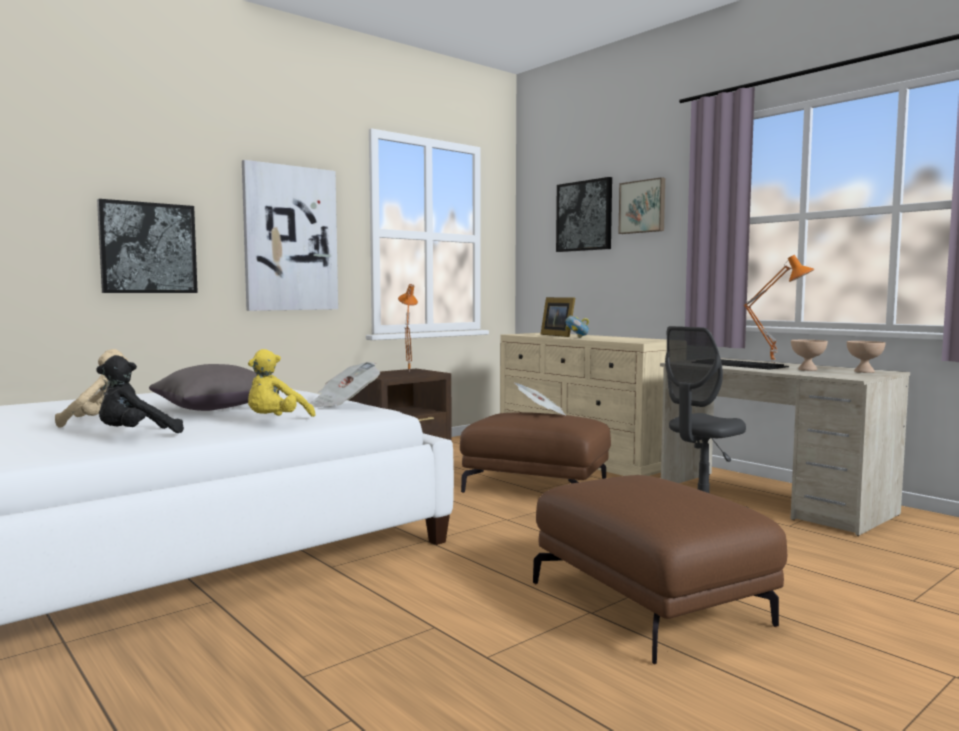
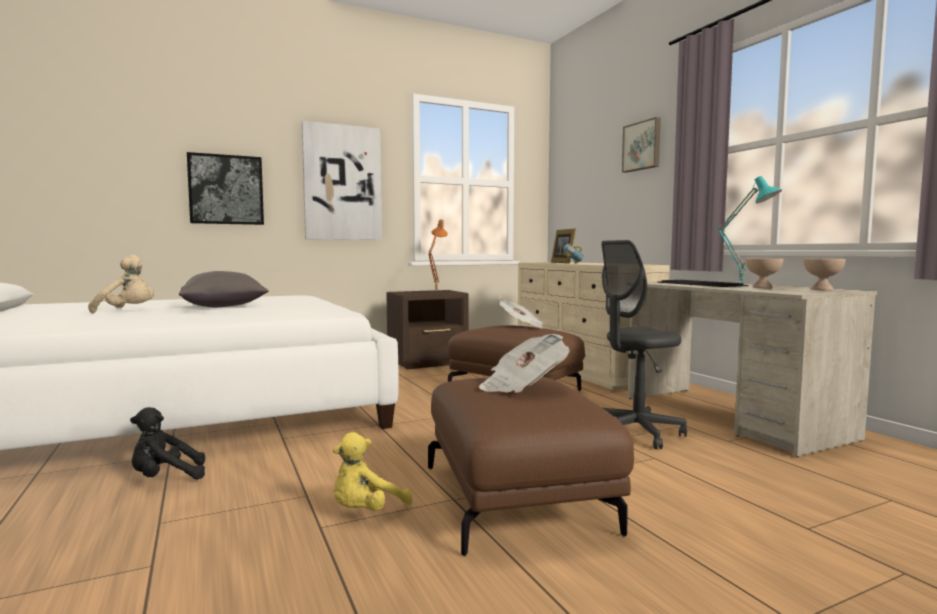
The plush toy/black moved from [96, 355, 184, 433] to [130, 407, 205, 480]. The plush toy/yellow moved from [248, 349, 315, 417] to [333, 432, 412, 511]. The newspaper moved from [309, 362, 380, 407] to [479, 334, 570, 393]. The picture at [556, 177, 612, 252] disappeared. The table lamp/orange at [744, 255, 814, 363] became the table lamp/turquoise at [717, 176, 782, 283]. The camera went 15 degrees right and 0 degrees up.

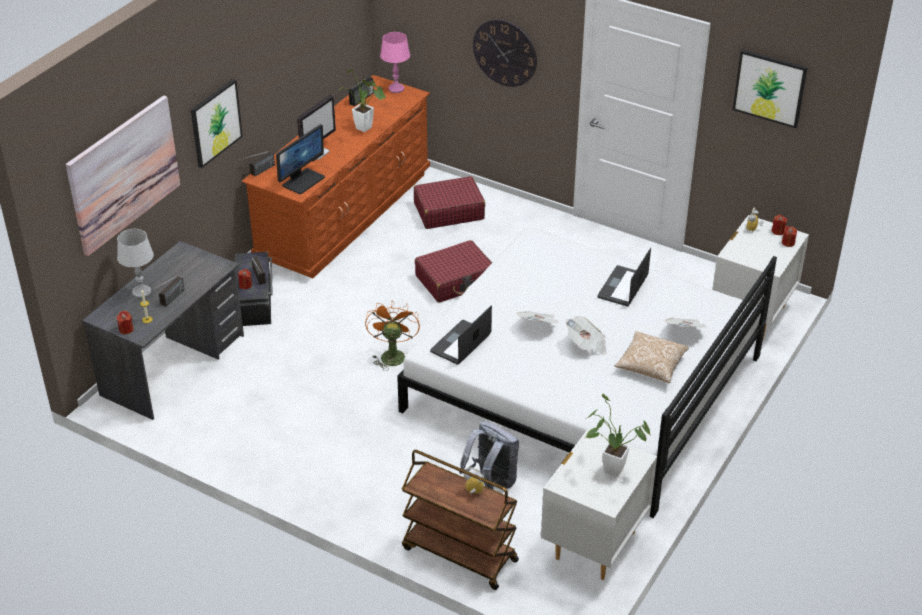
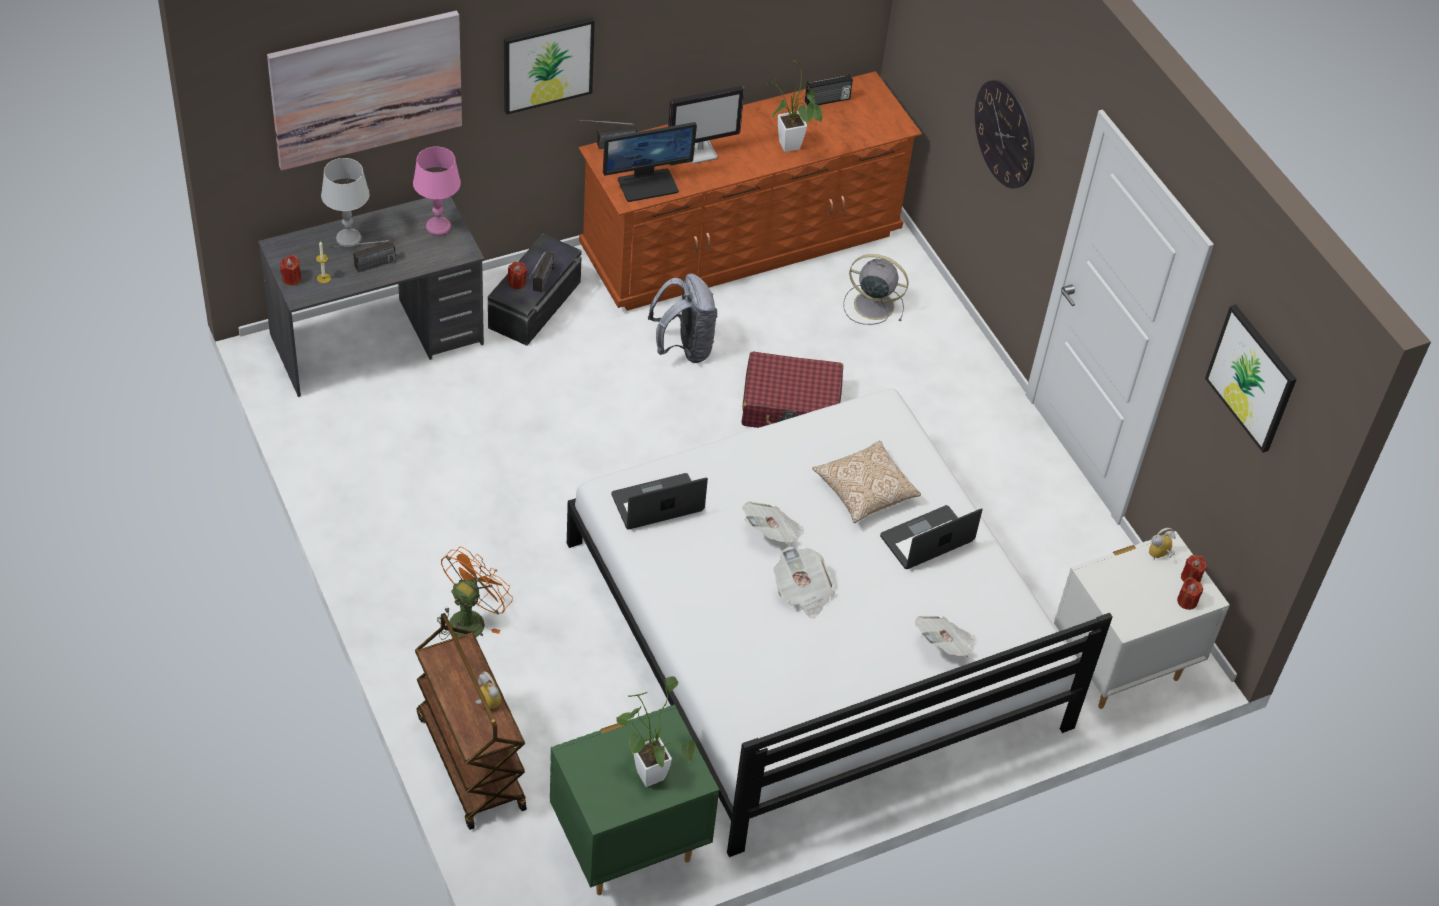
The fan/orange moved from [365, 300, 420, 371] to [437, 547, 513, 640]. The table lamp/pink moved from [380, 32, 410, 93] to [413, 146, 461, 236]. The suitcase/red at [414, 176, 485, 229] was replaced by the fan/grey at [843, 254, 909, 325]. The backpack/grey moved from [459, 421, 519, 490] to [648, 273, 717, 363]. The nightstand/white at [541, 429, 657, 580] became the nightstand/green at [550, 704, 719, 895]. The pillow moved from [615, 331, 689, 383] to [812, 441, 921, 523]. The camera went 30 degrees right and 10 degrees up.

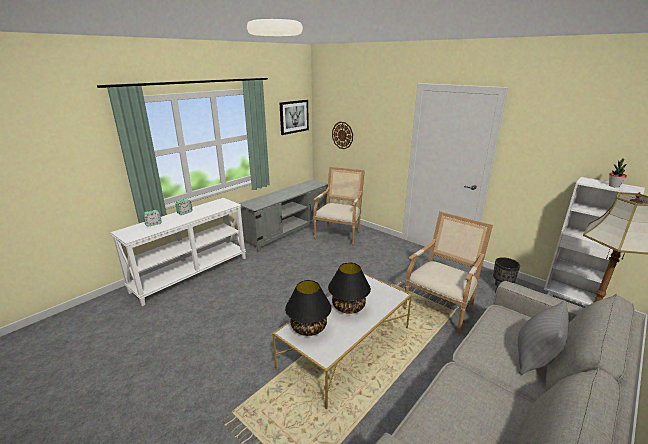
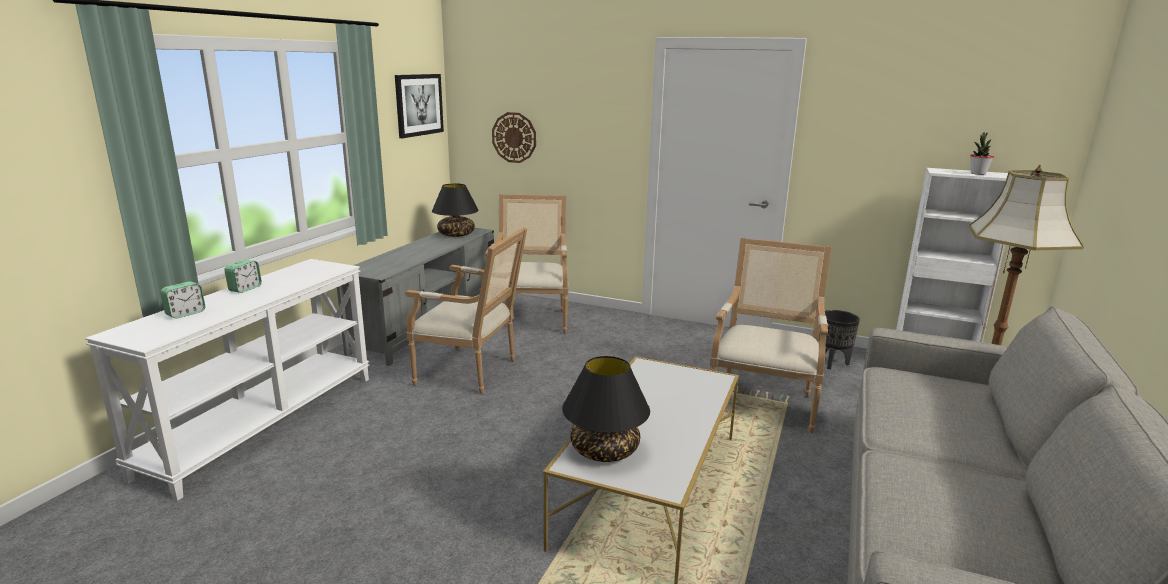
The table lamp/black moved from [328, 263, 371, 314] to [432, 183, 479, 237]. The pillow/grey at [518, 300, 569, 375] disappeared. The armchair at [405, 227, 527, 394] appeared. The camera went 20 degrees left and 5 degrees down.

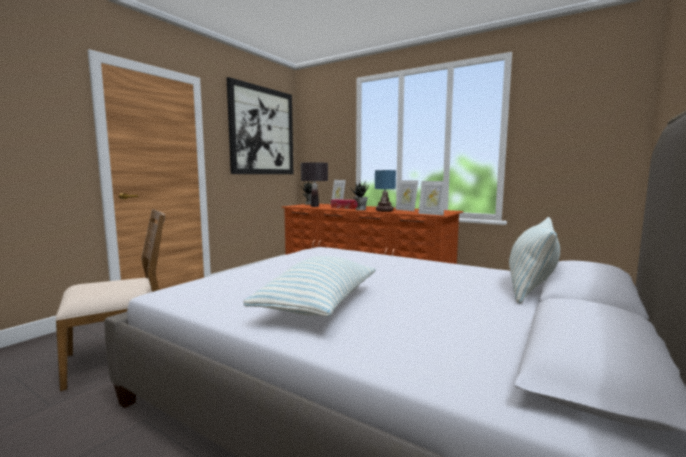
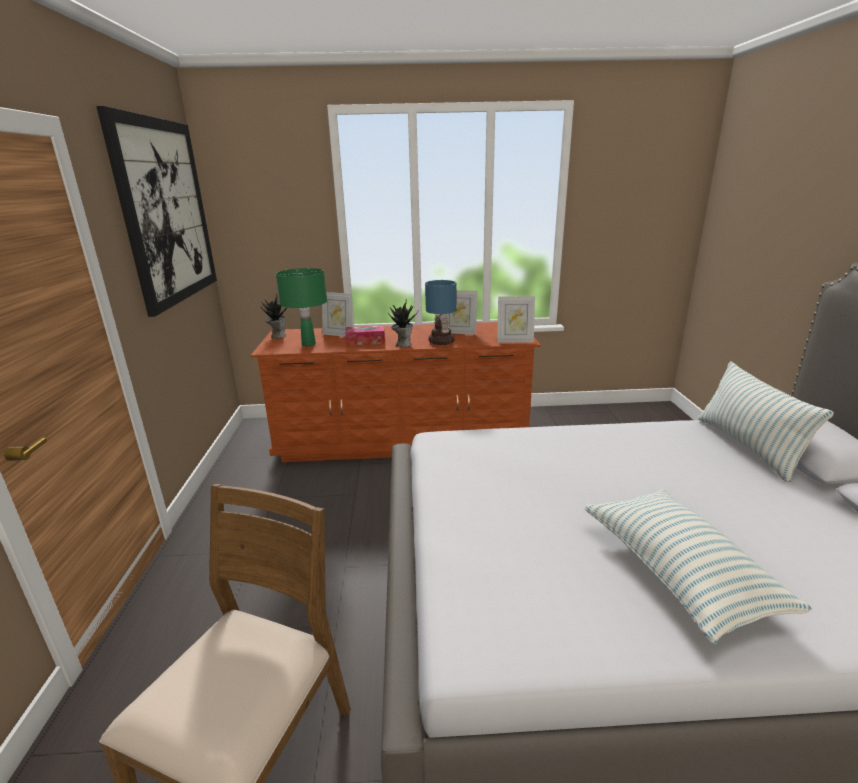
The table lamp/black at [301, 162, 328, 207] became the table lamp/green at [276, 268, 327, 346]. The camera went 35 degrees left and 15 degrees up.

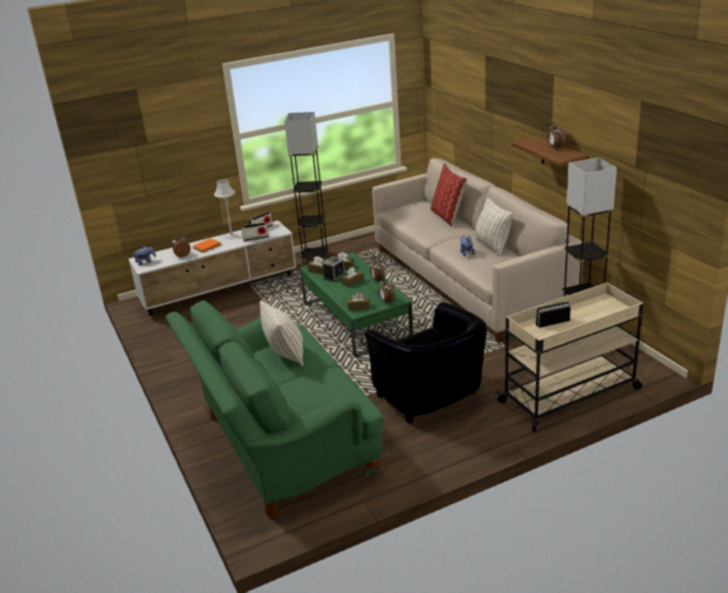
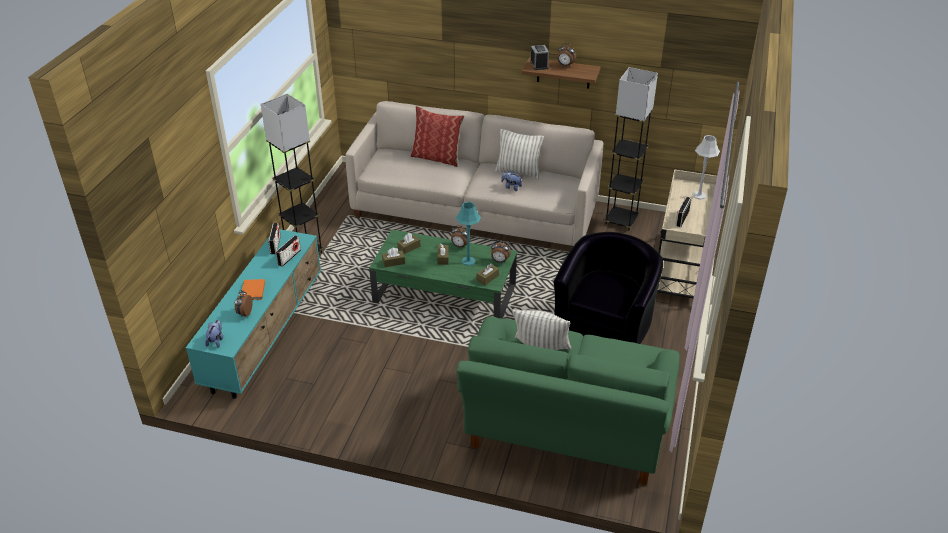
The tv stand/white at [128, 221, 297, 316] became the tv stand/turquoise at [186, 229, 321, 399]. The table lamp/grey moved from [214, 180, 238, 239] to [692, 135, 720, 200]. The alarm clock moved from [322, 257, 345, 282] to [530, 45, 549, 70]. The armchair/black at [365, 302, 487, 423] turned 75 degrees counterclockwise. The table lamp/turquoise at [456, 202, 481, 266] appeared. The camera went 50 degrees left and 10 degrees up.

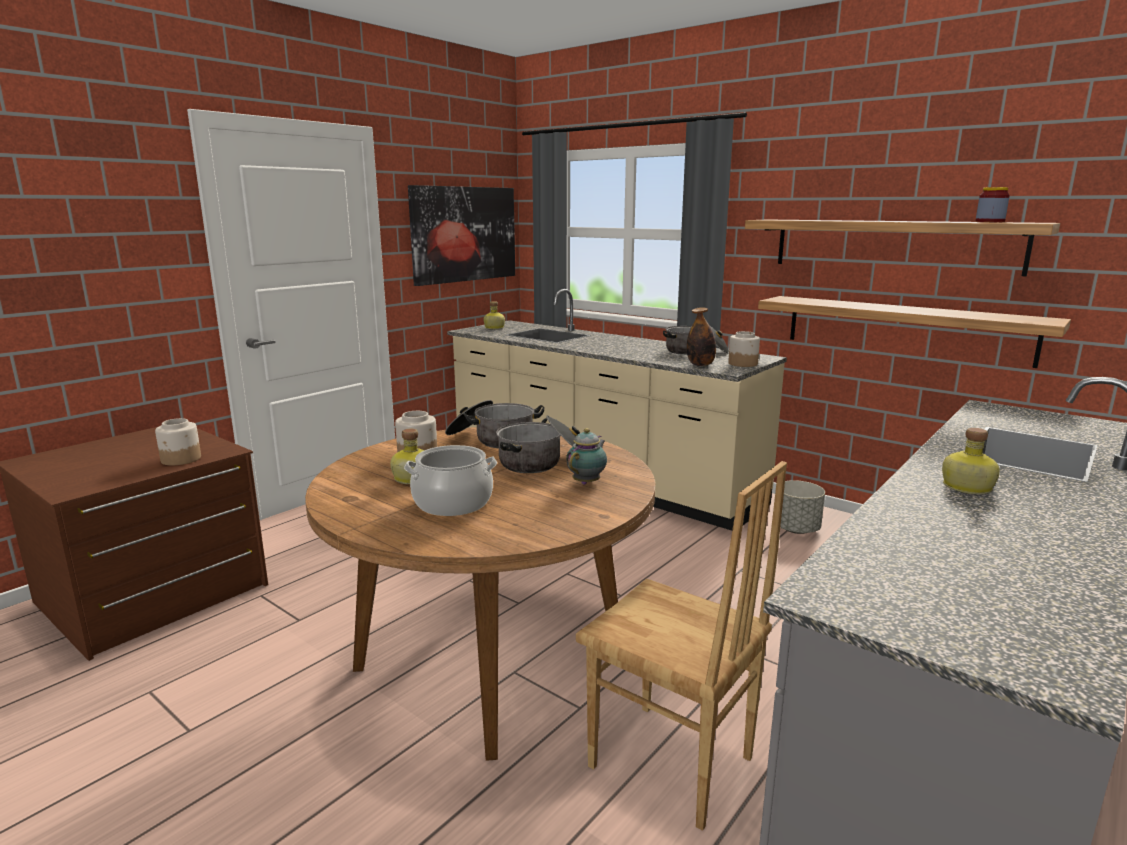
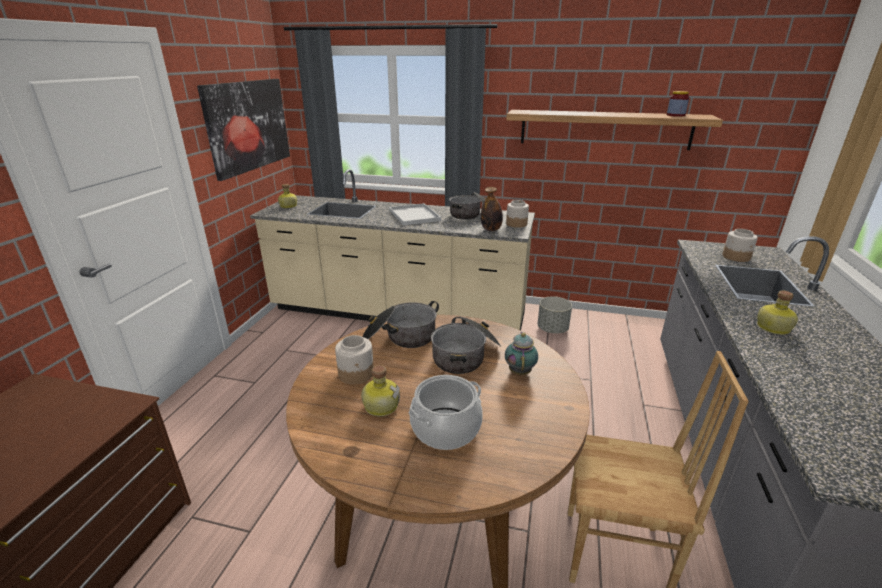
The jar moved from [155, 418, 201, 466] to [722, 229, 758, 262]. The shelf at [758, 296, 1071, 368] disappeared. The tray/white at [389, 203, 441, 225] appeared. The camera went 25 degrees left and 10 degrees up.

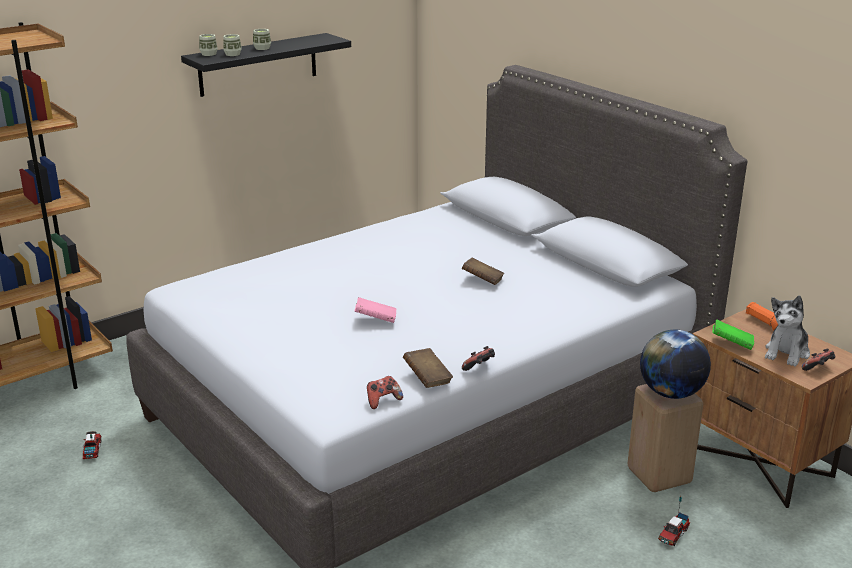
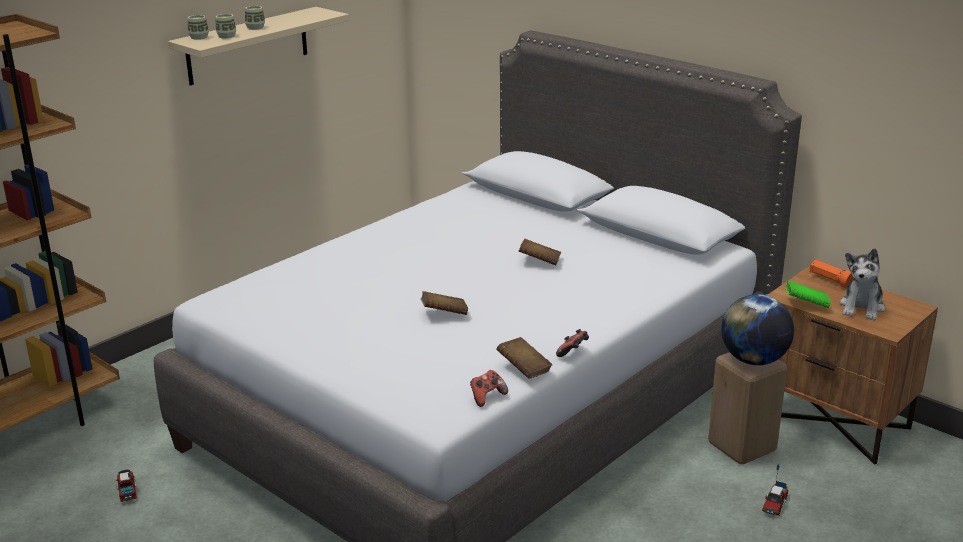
The shelf/black at [181, 33, 351, 97] became the shelf/beige at [168, 7, 349, 86]. The book/pink at [355, 297, 396, 323] became the book/brown at [421, 291, 468, 315]. The game controller at [802, 349, 836, 371] disappeared. The camera went 10 degrees left and 0 degrees up.

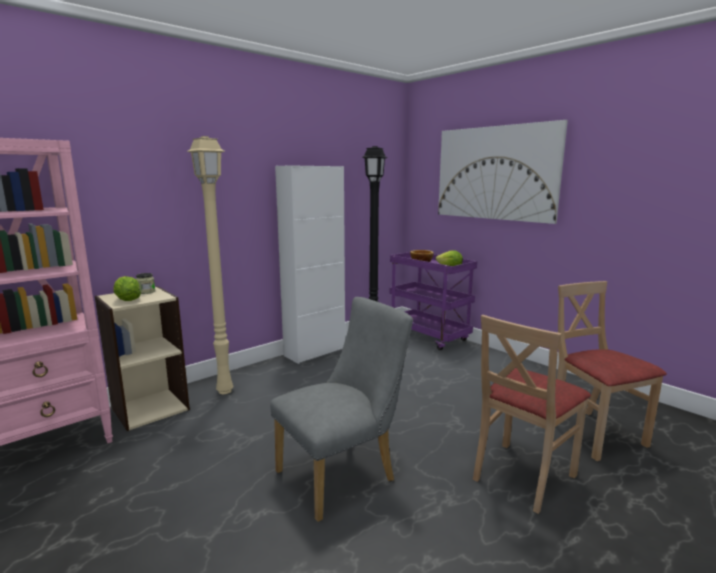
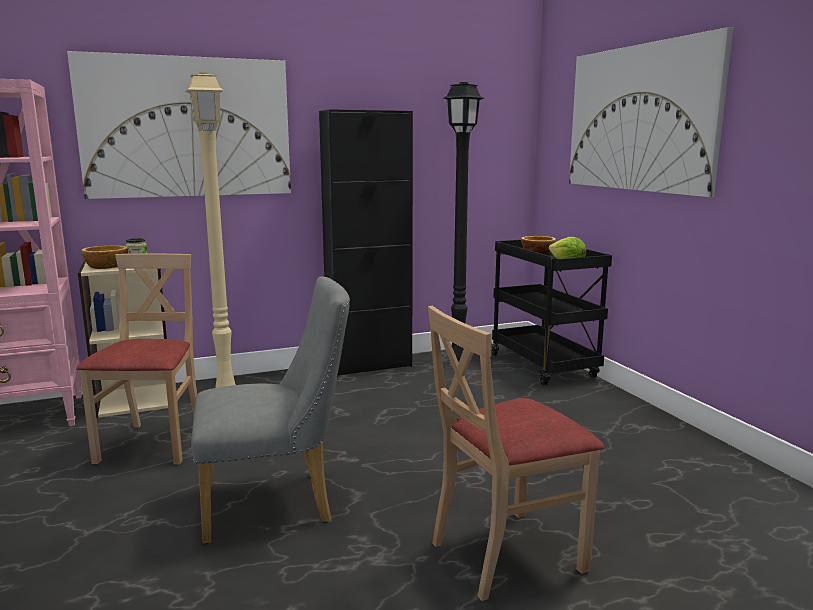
The lettuce at [113, 276, 141, 301] was replaced by the bowl at [81, 245, 128, 269]. The cabinet/white at [275, 165, 345, 364] became the cabinet/black at [319, 109, 413, 377]. The cart/purple at [390, 252, 477, 350] became the cart/black at [492, 240, 612, 385]. The chair/beige moved from [557, 281, 667, 461] to [76, 254, 197, 465]. The picture at [67, 51, 291, 199] appeared. The camera went 20 degrees right and 0 degrees up.

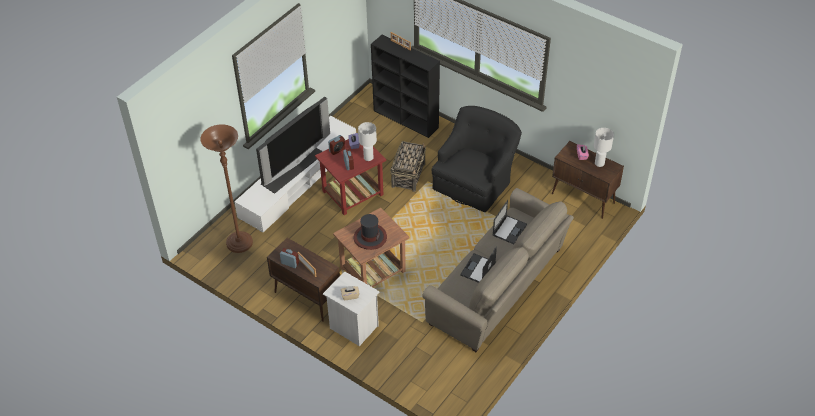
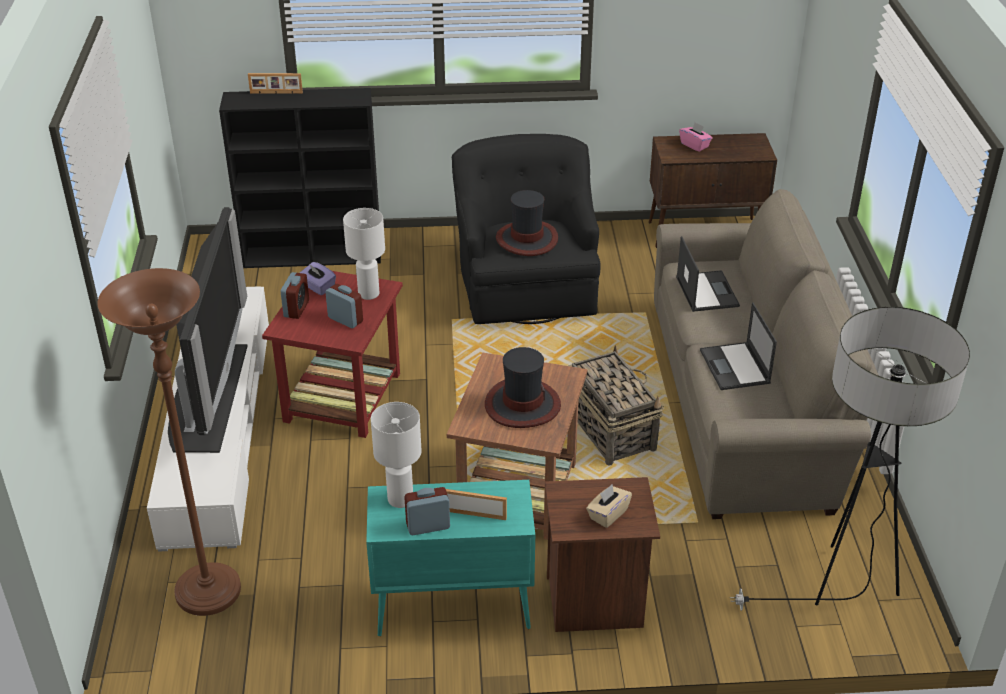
The cabinet/brown at [267, 238, 340, 322] became the cabinet/turquoise at [366, 480, 535, 636]. The nightstand/white at [323, 271, 380, 346] became the nightstand/brown at [545, 477, 660, 632]. The basket moved from [390, 141, 426, 192] to [568, 345, 664, 465]. The table lamp/white moved from [594, 128, 614, 167] to [371, 402, 421, 508]. The hat at [496, 190, 558, 256] appeared. The floor lamp at [730, 307, 970, 611] appeared. The camera went 40 degrees left and 10 degrees down.

